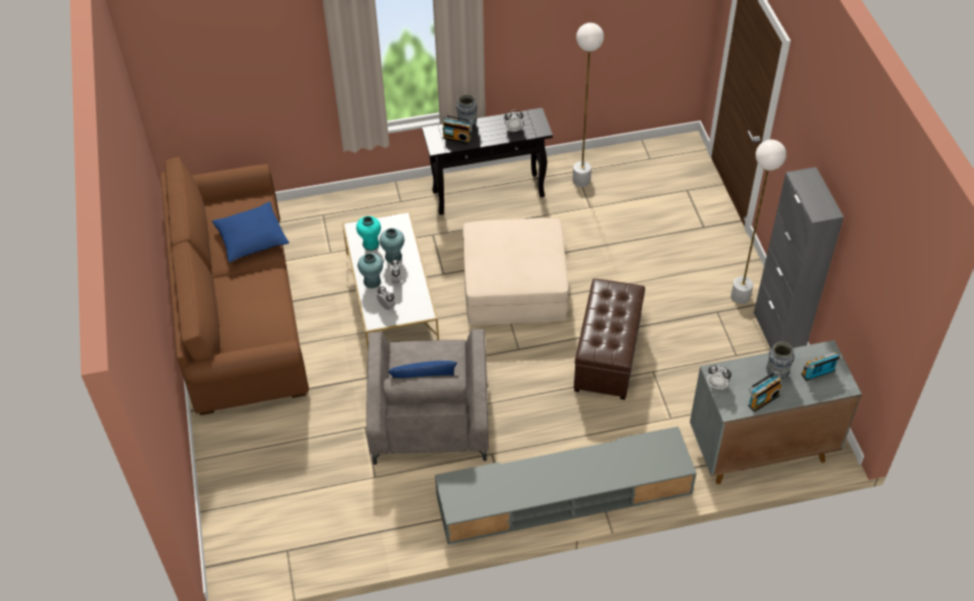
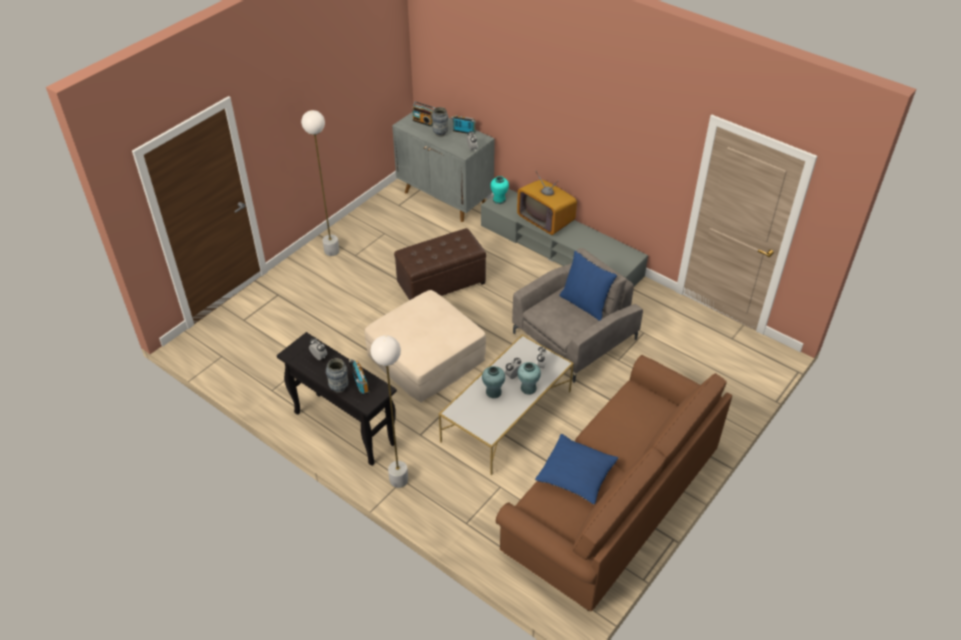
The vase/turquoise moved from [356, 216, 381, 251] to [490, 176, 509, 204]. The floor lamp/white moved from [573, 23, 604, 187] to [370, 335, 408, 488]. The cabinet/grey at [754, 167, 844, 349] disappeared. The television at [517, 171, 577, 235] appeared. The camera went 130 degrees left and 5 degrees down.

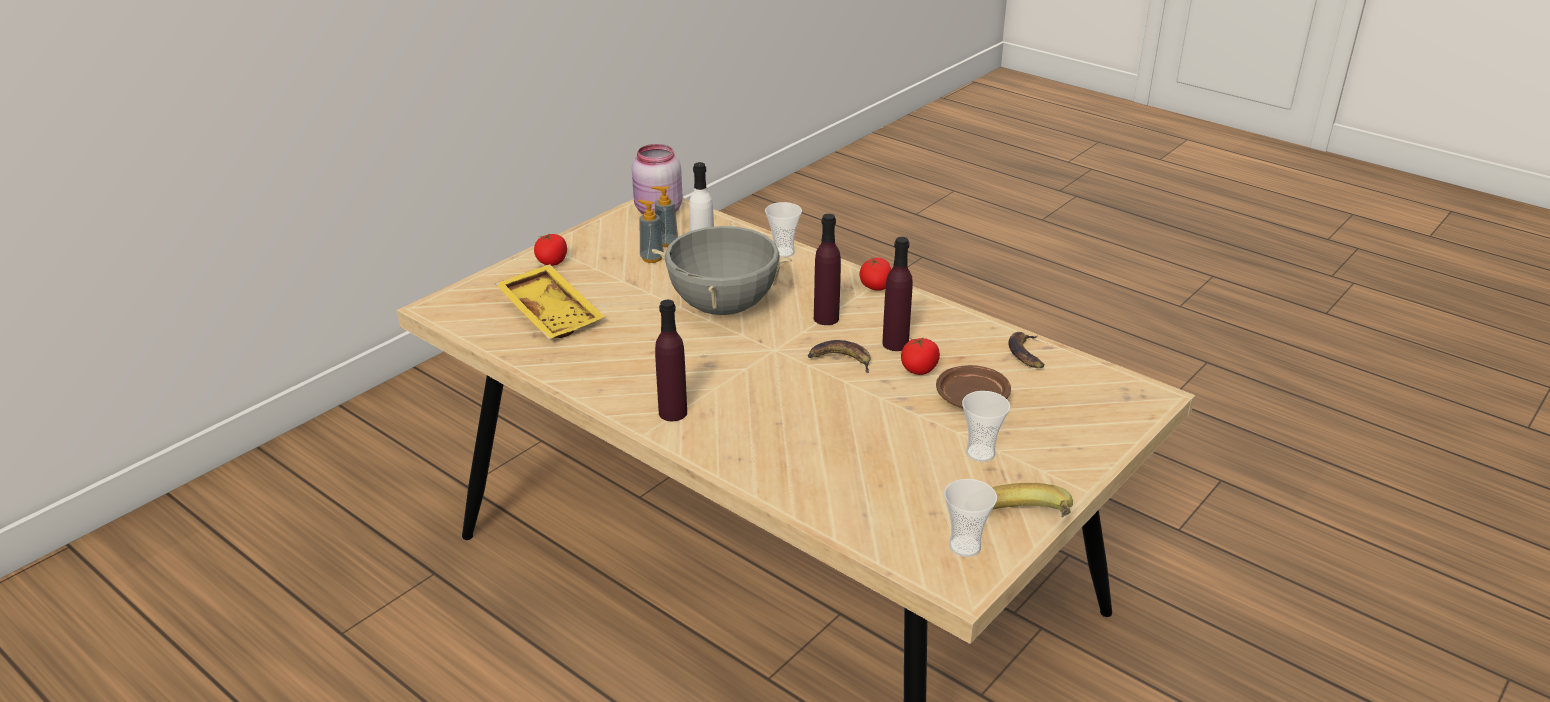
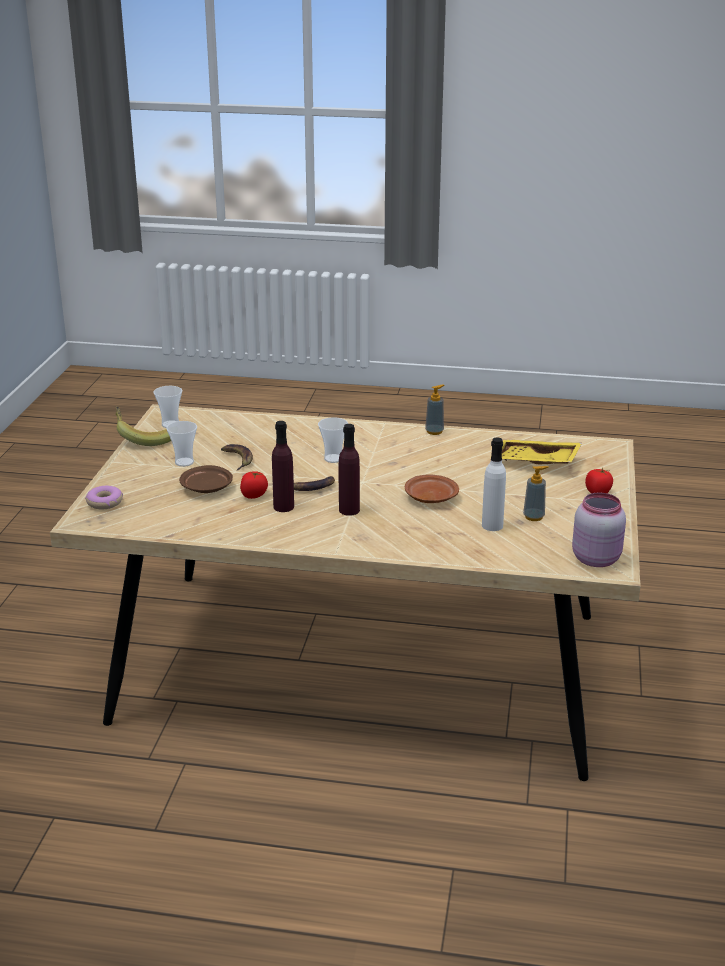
The soap dispenser moved from [651, 186, 678, 247] to [425, 385, 445, 435]. The cooking pot/grey at [652, 222, 793, 315] was replaced by the plate/brown at [405, 474, 459, 503]. The bottle/purple at [655, 300, 687, 421] disappeared. The cup moved from [765, 202, 802, 258] to [318, 417, 348, 463]. The tomato at [859, 258, 891, 291] disappeared. The banana moved from [1009, 332, 1044, 368] to [221, 444, 253, 471]. The donut at [85, 486, 123, 509] appeared. The camera went 150 degrees right and 5 degrees down.

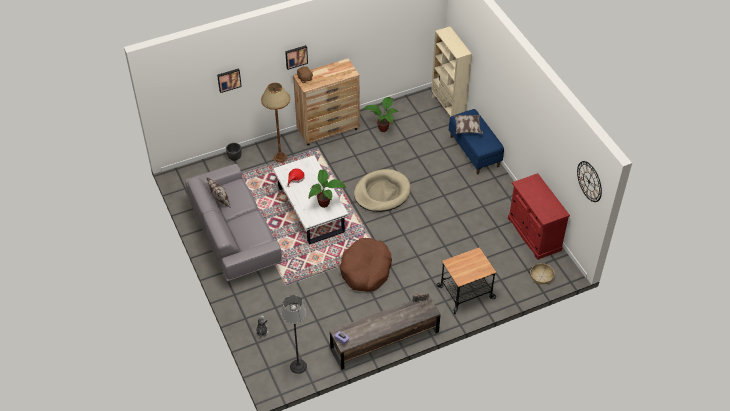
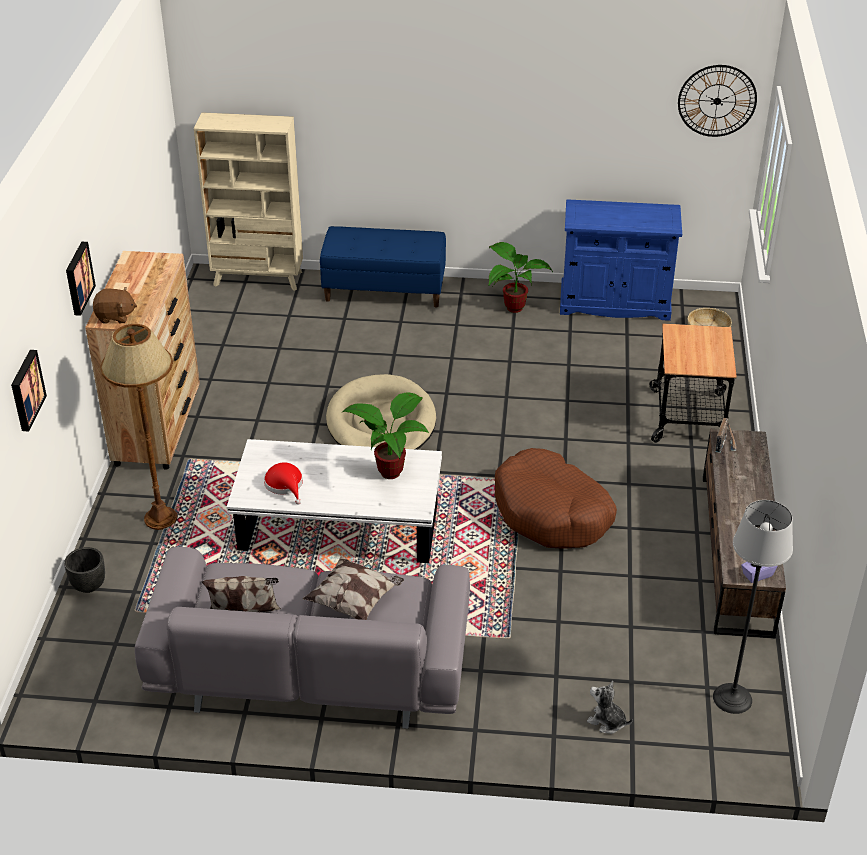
The potted plant moved from [363, 97, 398, 132] to [489, 242, 553, 313]. The pillow moved from [454, 115, 483, 134] to [303, 555, 404, 620]. The cabinet/red at [508, 173, 570, 260] became the cabinet/blue at [560, 199, 682, 321]. The camera went 60 degrees left and 10 degrees down.

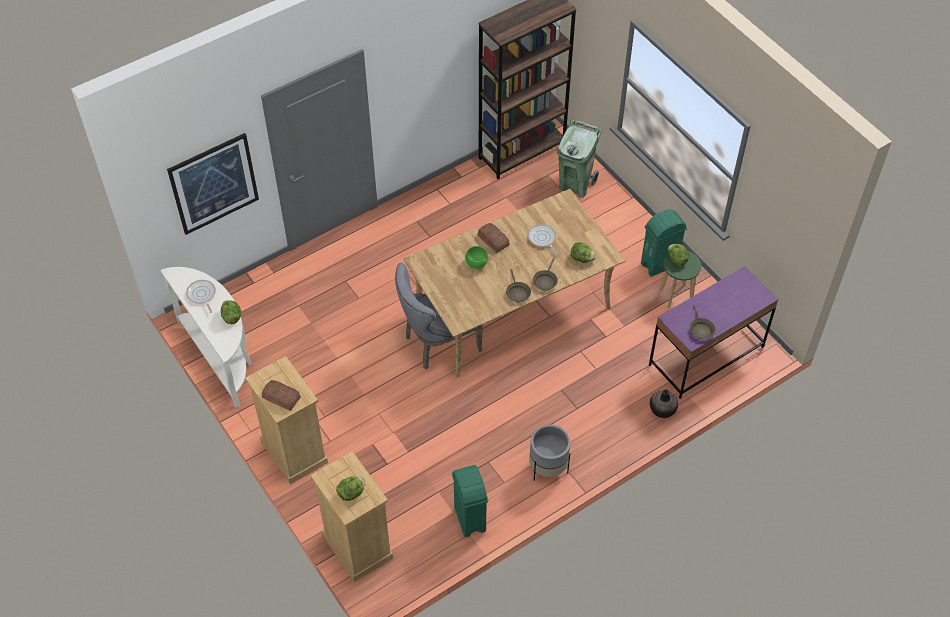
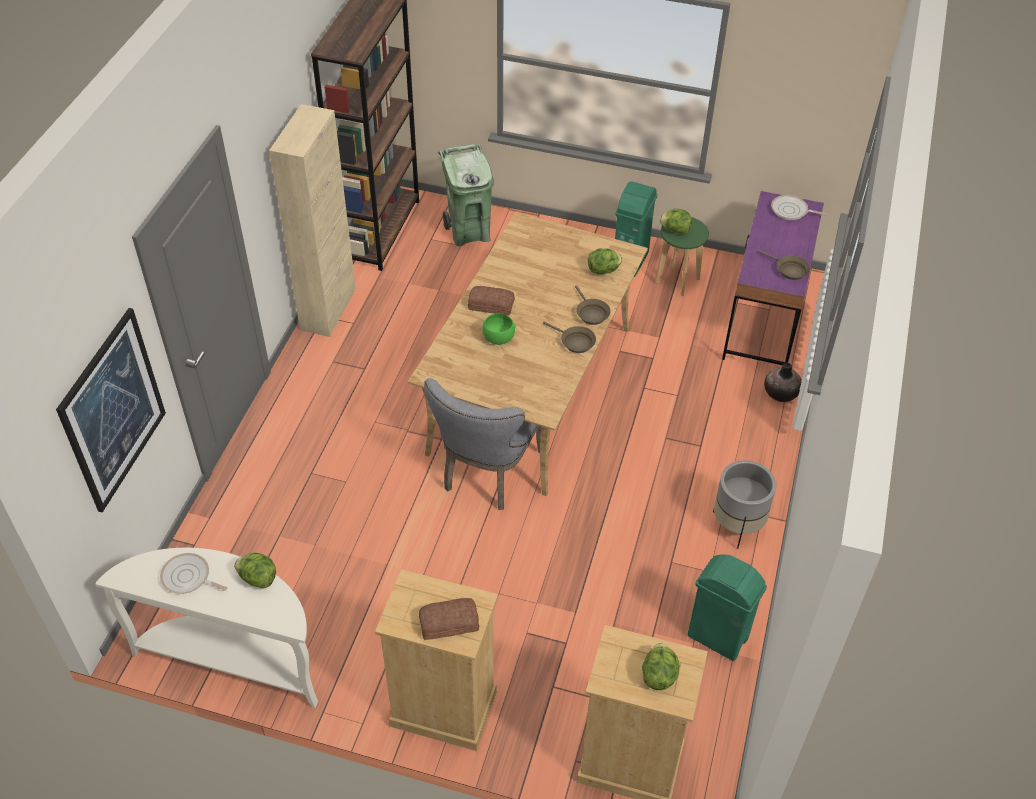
The frying pan moved from [528, 224, 559, 255] to [771, 195, 827, 220]. The cabinet/beige at [269, 104, 356, 337] appeared. The camera went 40 degrees left and 5 degrees down.

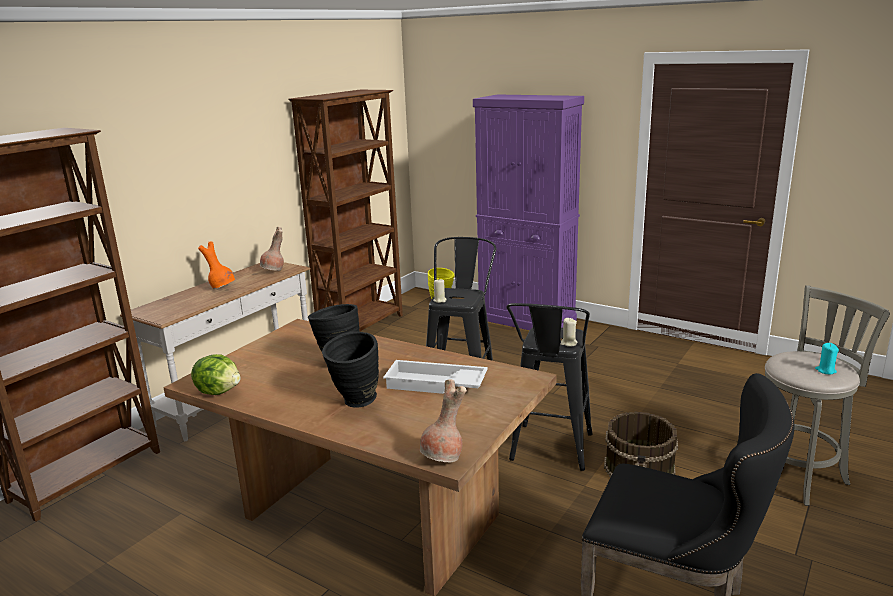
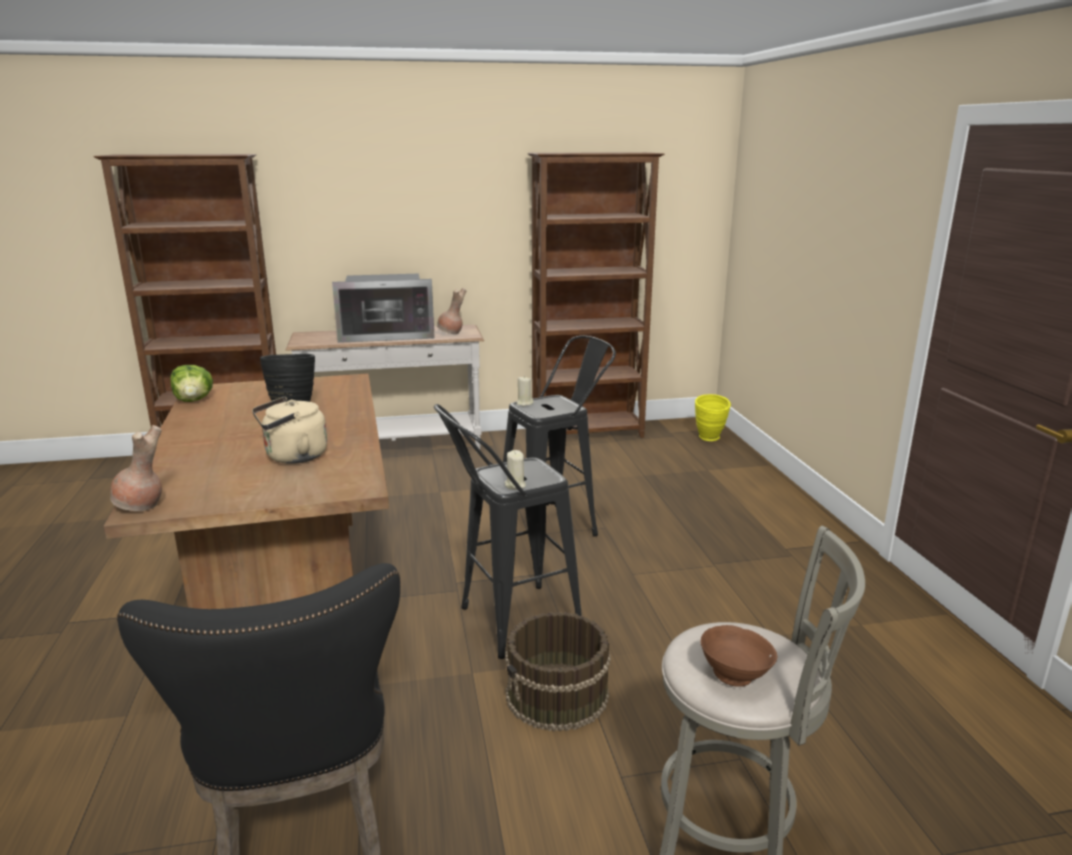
The vase/orange at [198, 242, 235, 290] was replaced by the microwave at [332, 274, 435, 343]. The vase/black at [322, 331, 379, 408] disappeared. The tray/white at [383, 360, 488, 394] was replaced by the kettle/beige at [252, 397, 327, 464]. The cabinet/purple at [473, 94, 584, 330] disappeared. The candle/turquoise at [815, 343, 839, 375] was replaced by the bowl/brown at [701, 625, 777, 687]. The camera went 45 degrees right and 0 degrees up.

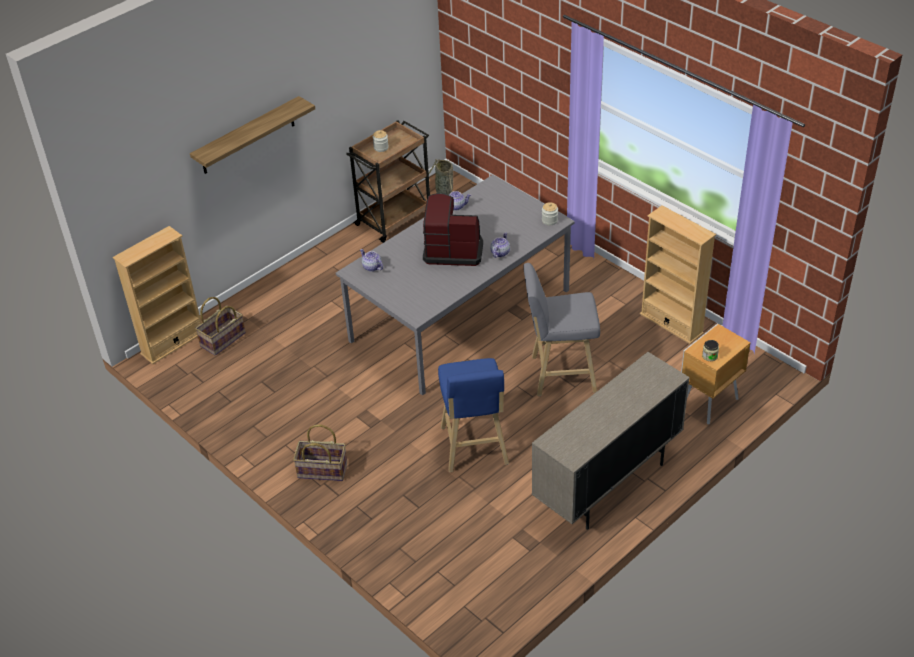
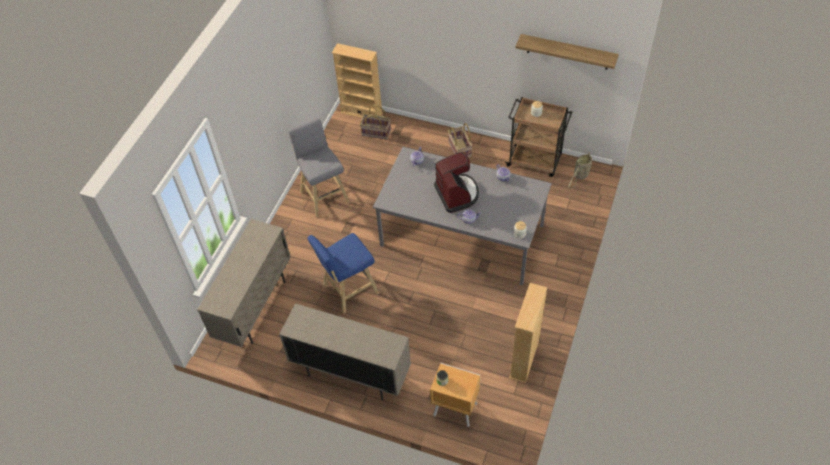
The shelf moved from [190, 96, 315, 174] to [516, 34, 619, 70]. The basket moved from [293, 425, 347, 481] to [448, 123, 472, 158]. The stool/grey moved from [523, 263, 600, 396] to [288, 118, 350, 217]. The cabinet/beige at [197, 219, 291, 347] appeared. The camera went 65 degrees right and 10 degrees up.

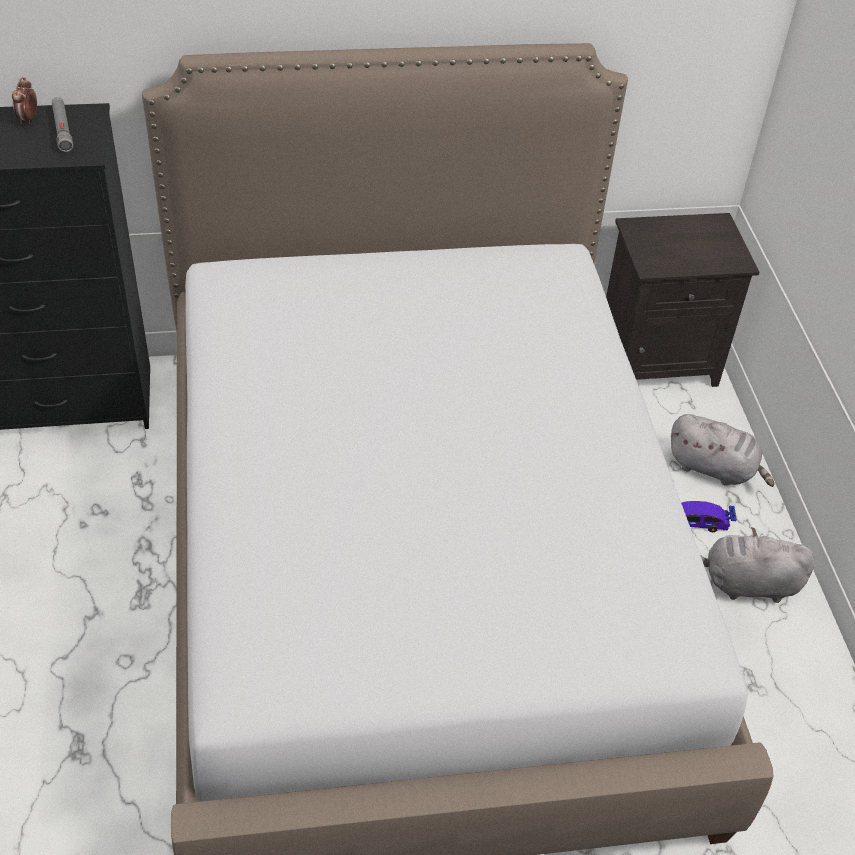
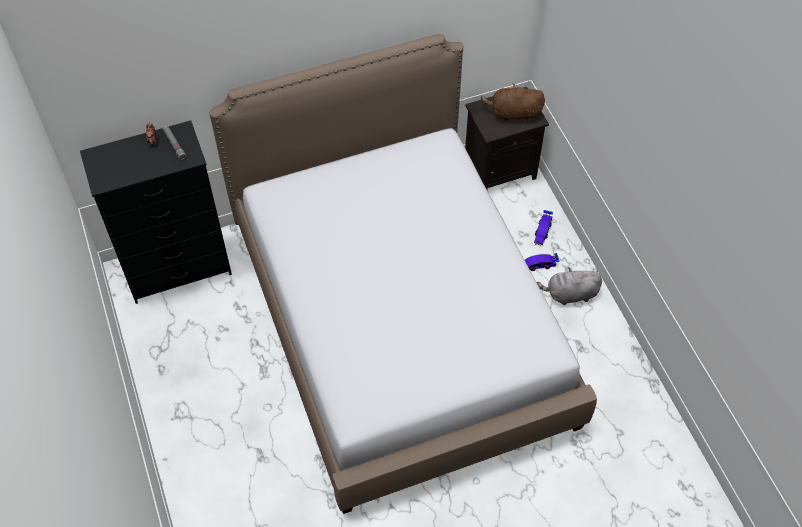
The plush toy/grey at [670, 414, 775, 487] was replaced by the toy car at [534, 210, 553, 246]. The plush toy/brown at [481, 83, 545, 122] appeared. The camera went 10 degrees left and 10 degrees up.

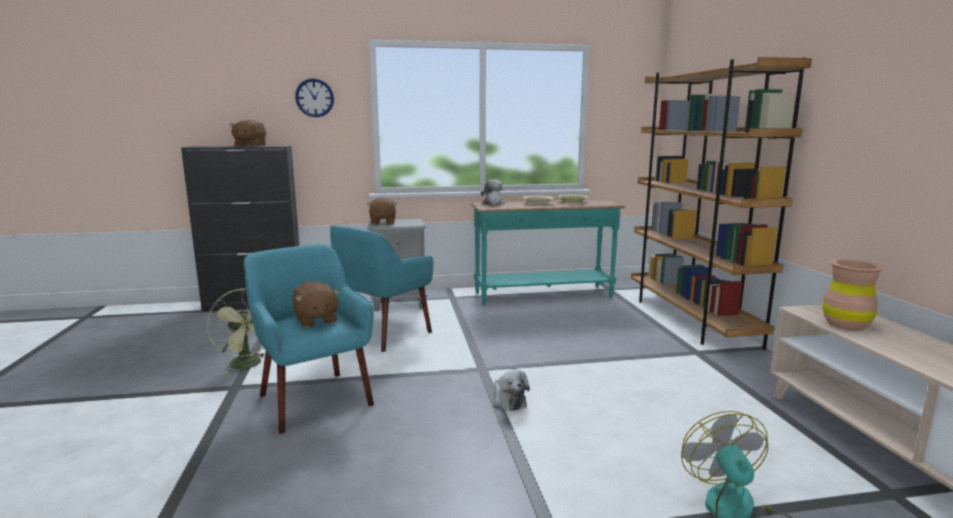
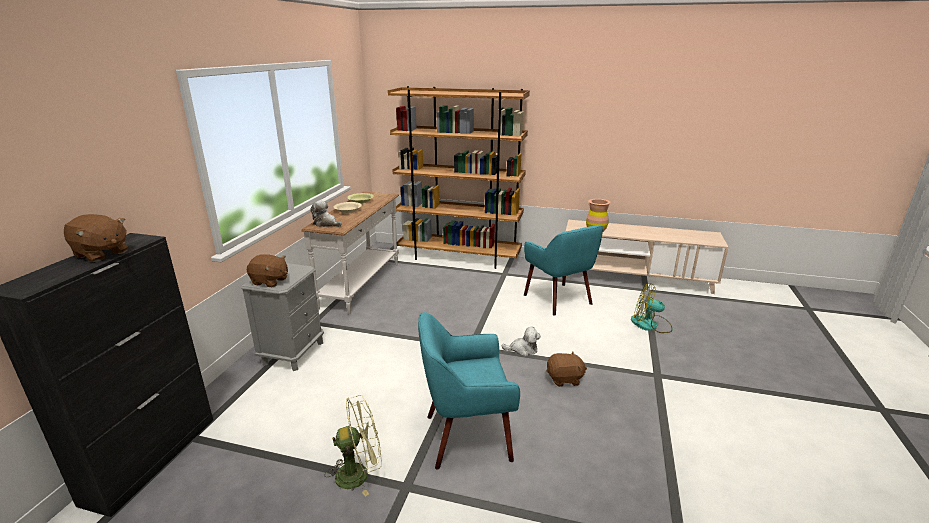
The plush toy/brown moved from [292, 281, 340, 328] to [547, 352, 587, 387]. The wall clock at [295, 78, 334, 117] disappeared. The armchair/turquoise moved from [330, 225, 433, 352] to [524, 225, 603, 316]. The console table/turquoise at [471, 199, 626, 305] became the console table/white at [301, 191, 399, 314]. The camera went 65 degrees left and 10 degrees up.

